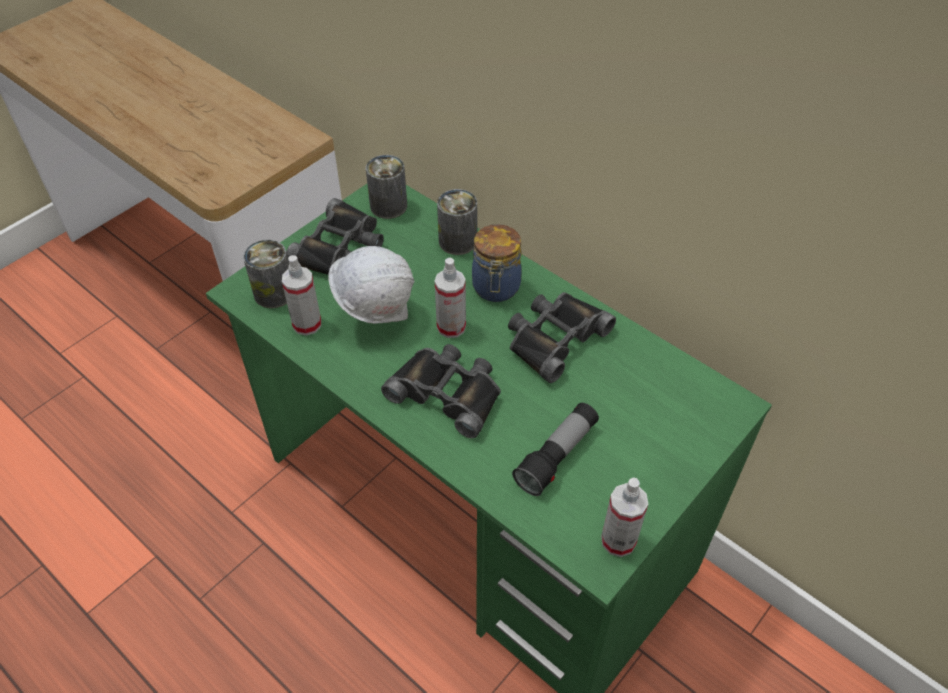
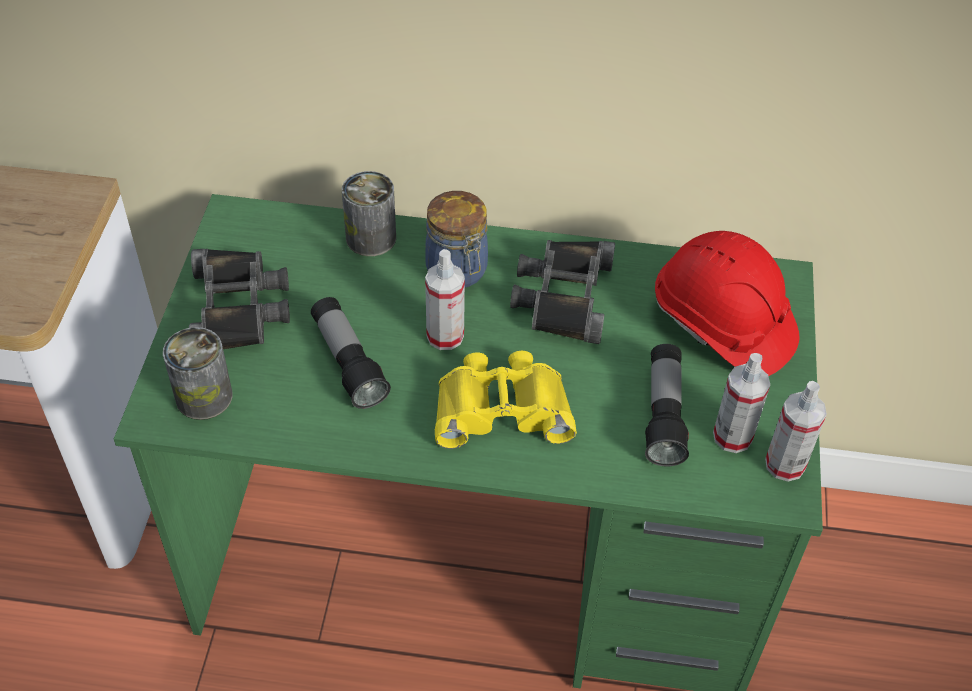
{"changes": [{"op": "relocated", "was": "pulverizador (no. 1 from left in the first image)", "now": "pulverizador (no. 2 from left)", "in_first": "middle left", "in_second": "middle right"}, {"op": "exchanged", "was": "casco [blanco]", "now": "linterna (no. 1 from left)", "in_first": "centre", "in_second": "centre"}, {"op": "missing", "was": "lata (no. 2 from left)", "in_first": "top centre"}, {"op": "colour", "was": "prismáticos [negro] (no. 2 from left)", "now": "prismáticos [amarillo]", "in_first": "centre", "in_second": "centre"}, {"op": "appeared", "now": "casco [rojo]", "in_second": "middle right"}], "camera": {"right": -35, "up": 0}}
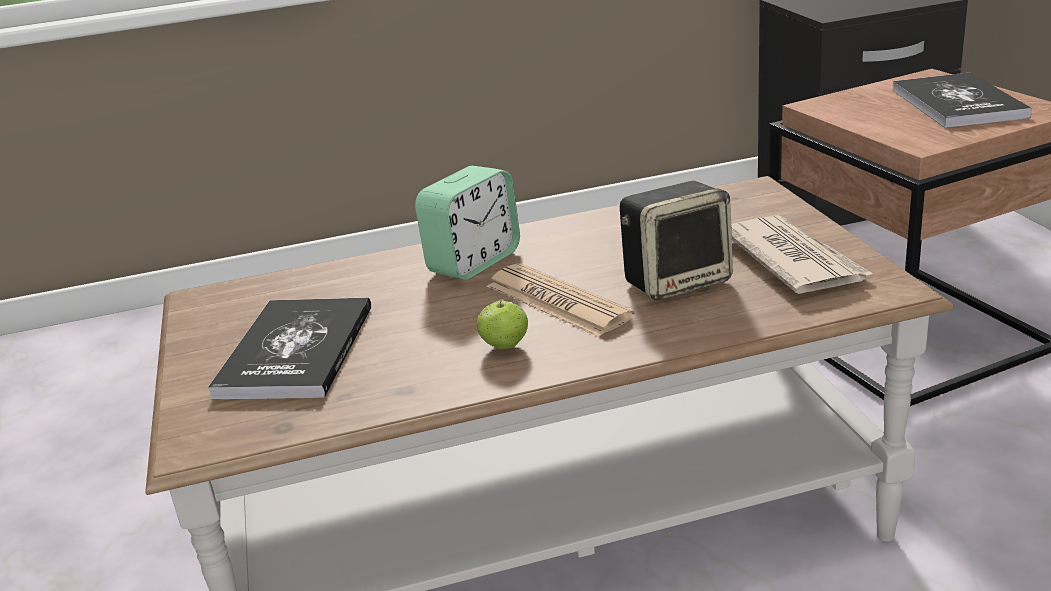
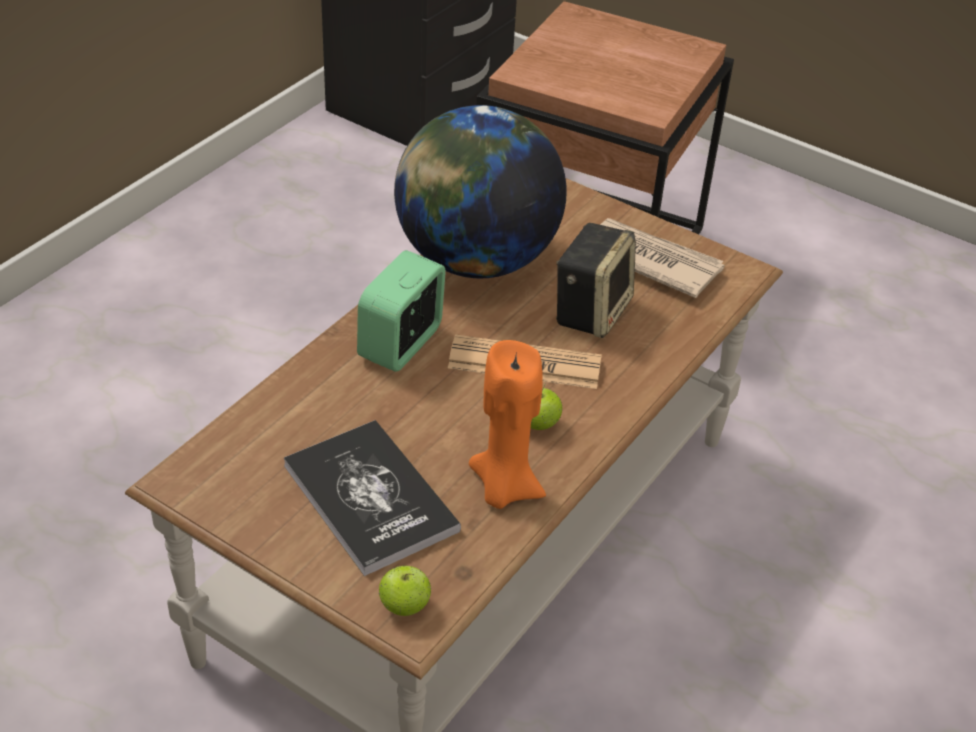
{"changes": [{"op": "spun", "was": "despertador", "in_first": "centre", "in_second": "centre", "clockwise": -150}, {"op": "missing", "was": "libro (no. 2 from left)", "in_first": "top right"}, {"op": "appeared", "now": "manzana (no. 1 from left)", "in_second": "bottom centre"}, {"op": "appeared", "now": "globo terráqueo", "in_second": "top centre"}, {"op": "appeared", "now": "vela [naranja]", "in_second": "centre"}], "camera": {"right": -45, "up": 15}}
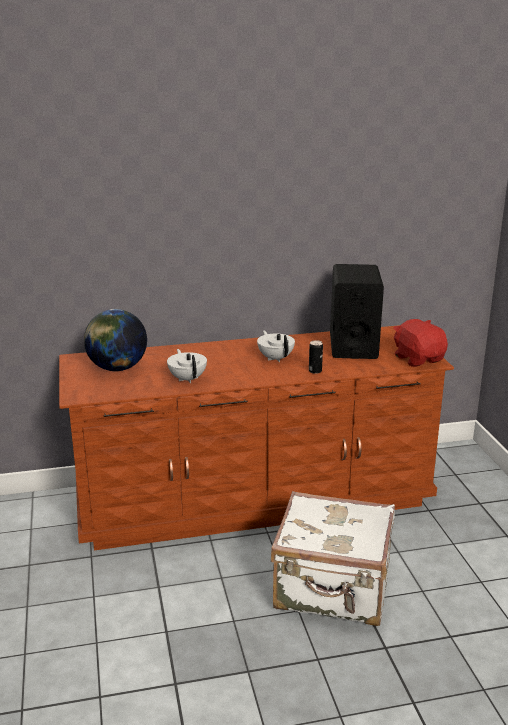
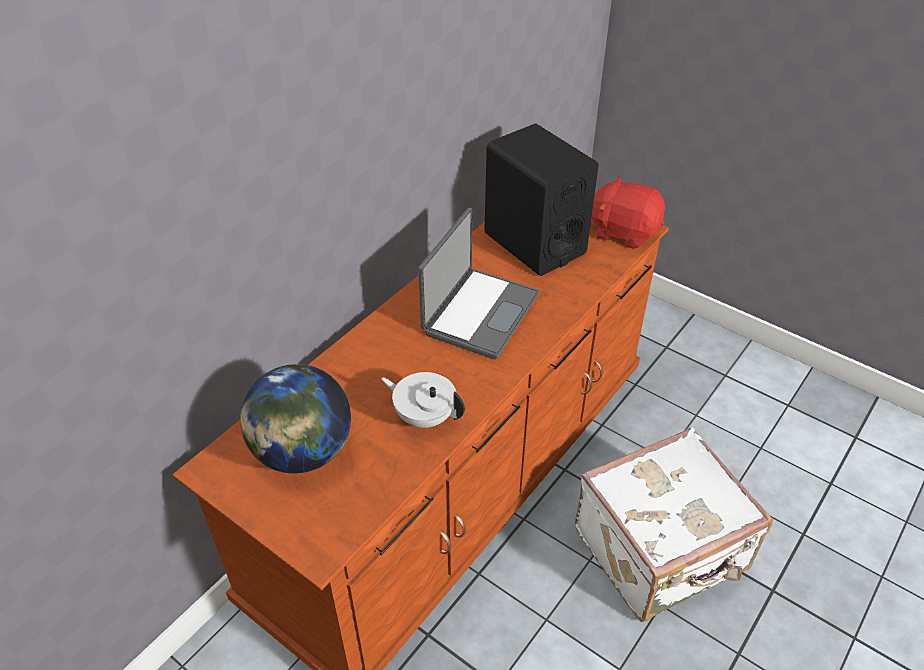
{"changes": [{"op": "exchanged", "was": "tetera [blanco] (no. 2 from left)", "now": "portátil", "in_first": "centre", "in_second": "centre"}, {"op": "missing", "was": "lata", "in_first": "centre"}], "camera": {"right": -40, "up": 20}}
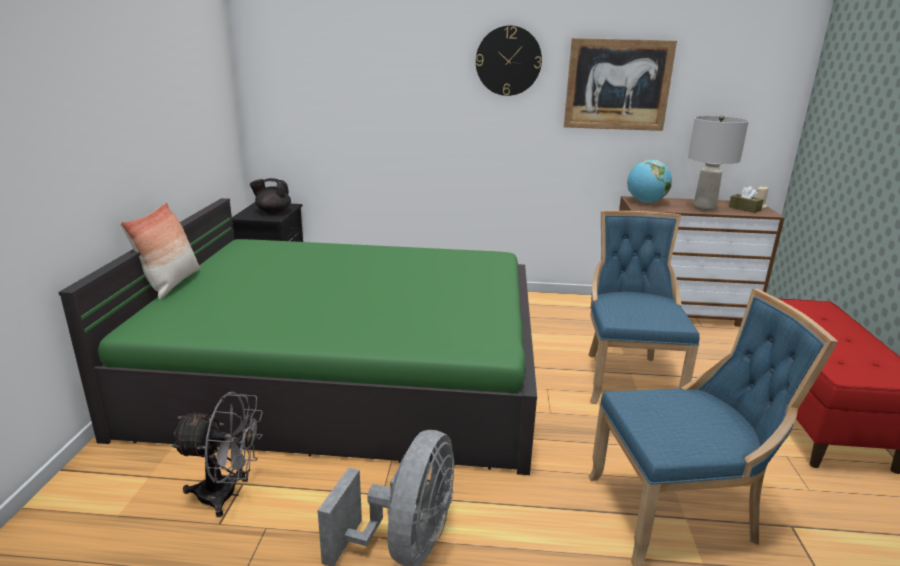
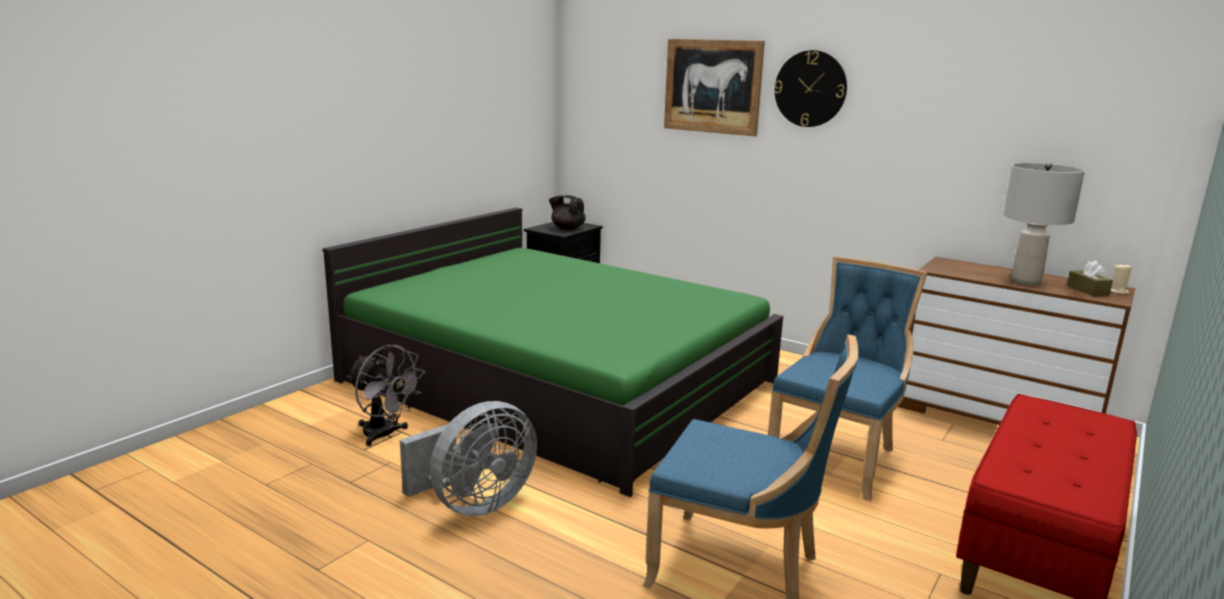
{"changes": [{"op": "missing", "was": "cojín", "in_first": "middle left"}, {"op": "relocated", "was": "cuadro", "in_first": "top right", "in_second": "top centre"}, {"op": "missing", "was": "globo terráqueo", "in_first": "top right"}], "camera": {"right": 30, "up": -5}}
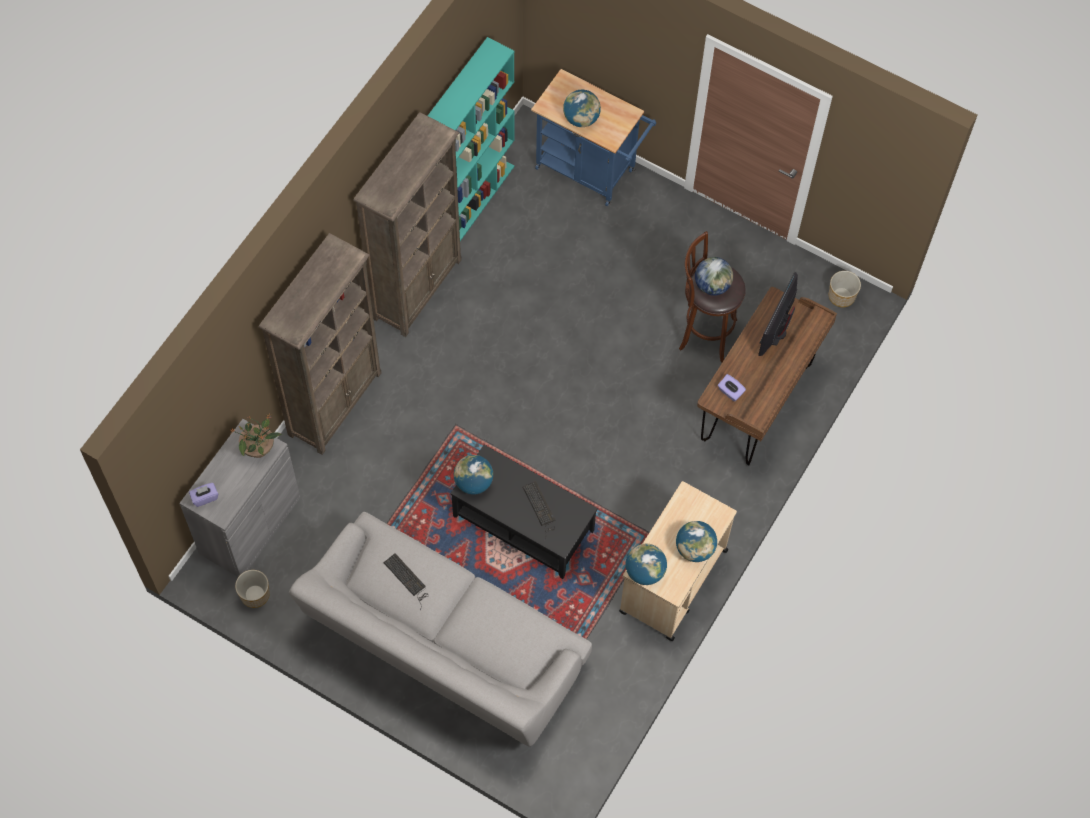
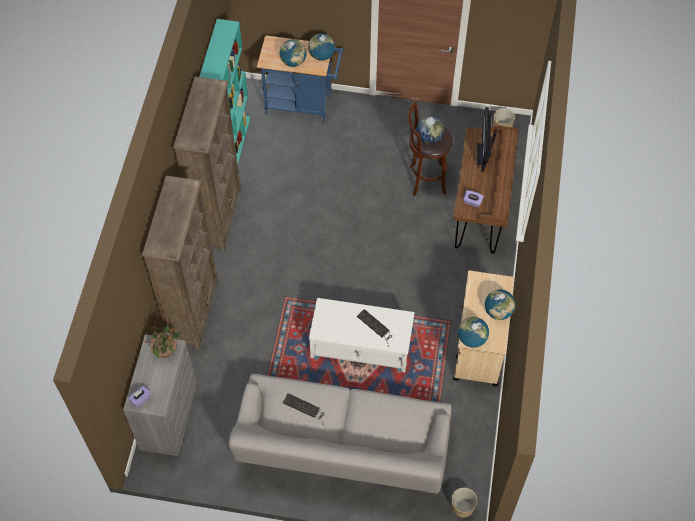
{"changes": [{"op": "relocated", "was": "maceta (no. 1 from left)", "in_first": "bottom left", "in_second": "bottom right"}, {"op": "colour", "was": "mesa de centro [negro]", "now": "mesa de centro [blanco]", "in_first": "centre", "in_second": "centre"}, {"op": "relocated", "was": "globo terráqueo (no. 1 from left in the first image)", "now": "globo terráqueo (no. 2 from left)", "in_first": "centre", "in_second": "top centre"}], "camera": {"right": -20, "up": -5}}
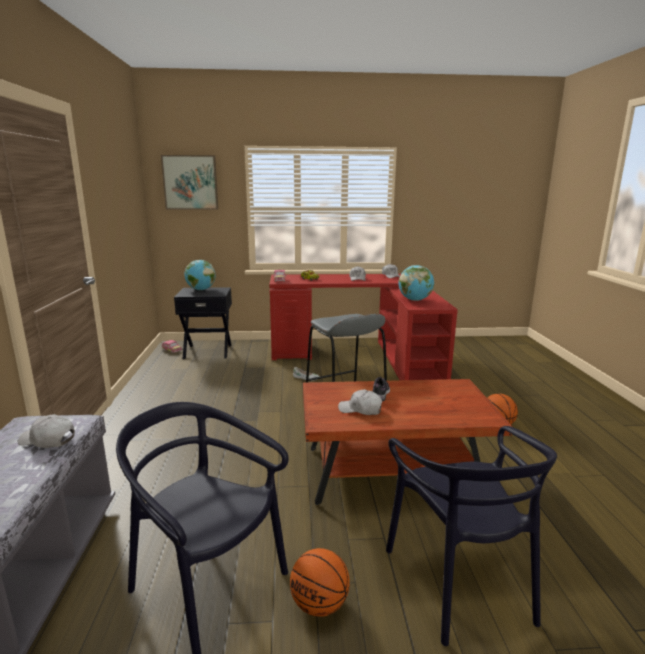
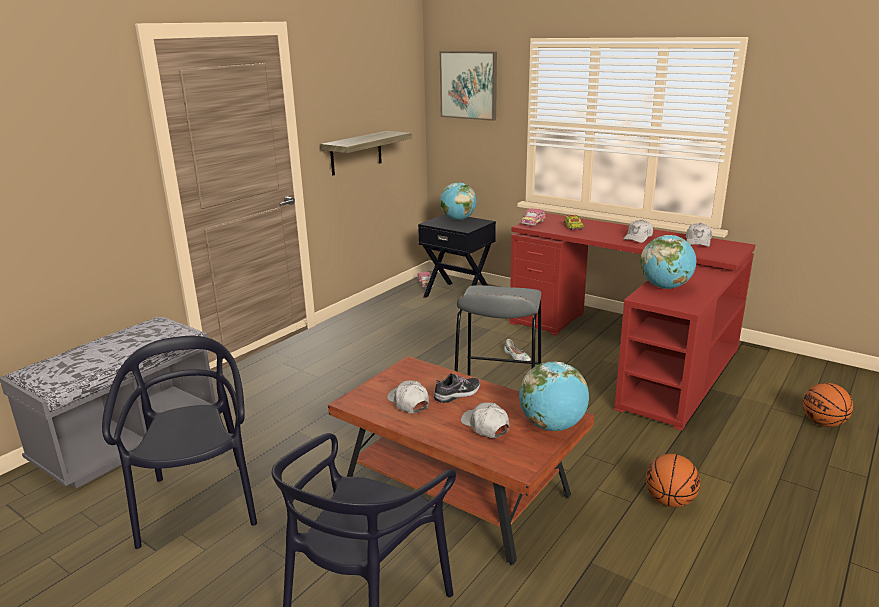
{"changes": [{"op": "relocated", "was": "gorra [blanco] (no. 1 from left in the first image)", "now": "gorra [blanco] (no. 2 from left)", "in_first": "middle left", "in_second": "bottom centre"}, {"op": "relocated", "was": "balón de baloncesto (no. 1 from left in the first image)", "now": "balón de baloncesto (no. 2 from left)", "in_first": "bottom centre", "in_second": "bottom right"}, {"op": "appeared", "now": "estante", "in_second": "top centre"}, {"op": "appeared", "now": "globo terráqueo (no. 2 from left)", "in_second": "centre"}], "camera": {"right": 40, "up": 5}}
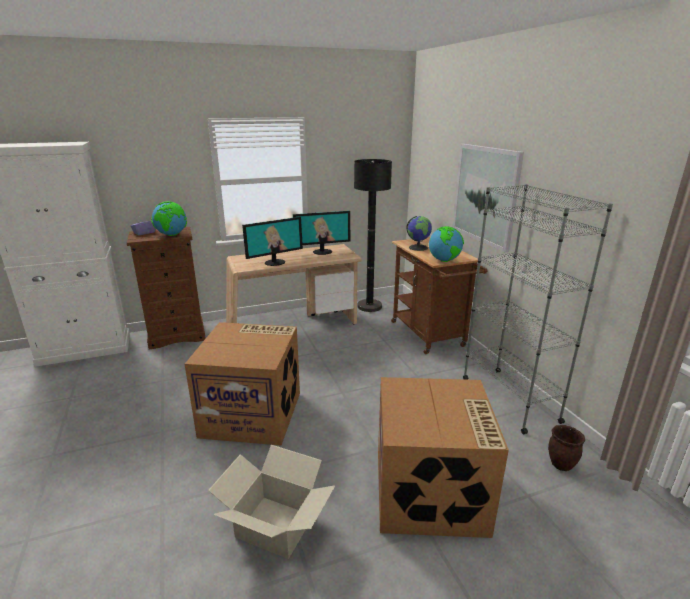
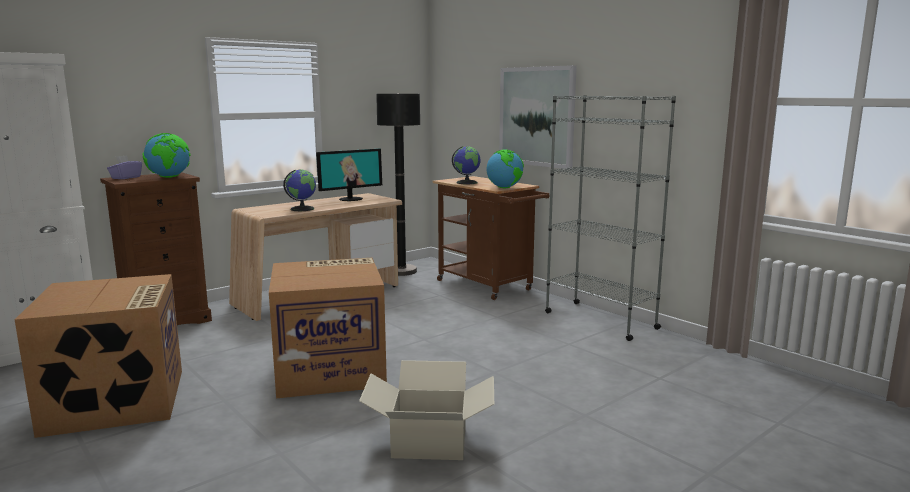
{"changes": [{"op": "exchanged", "was": "monitor (no. 1 from left)", "now": "globo terráqueo (no. 2 from left)", "in_first": "centre", "in_second": "middle left"}, {"op": "relocated", "was": "caja de cartón (no. 3 from left in the first image)", "now": "caja de cartón (no. 1 from left)", "in_first": "bottom centre", "in_second": "bottom left"}, {"op": "missing", "was": "maceta [marrón]", "in_first": "bottom right"}], "camera": {"right": -20, "up": -10}}
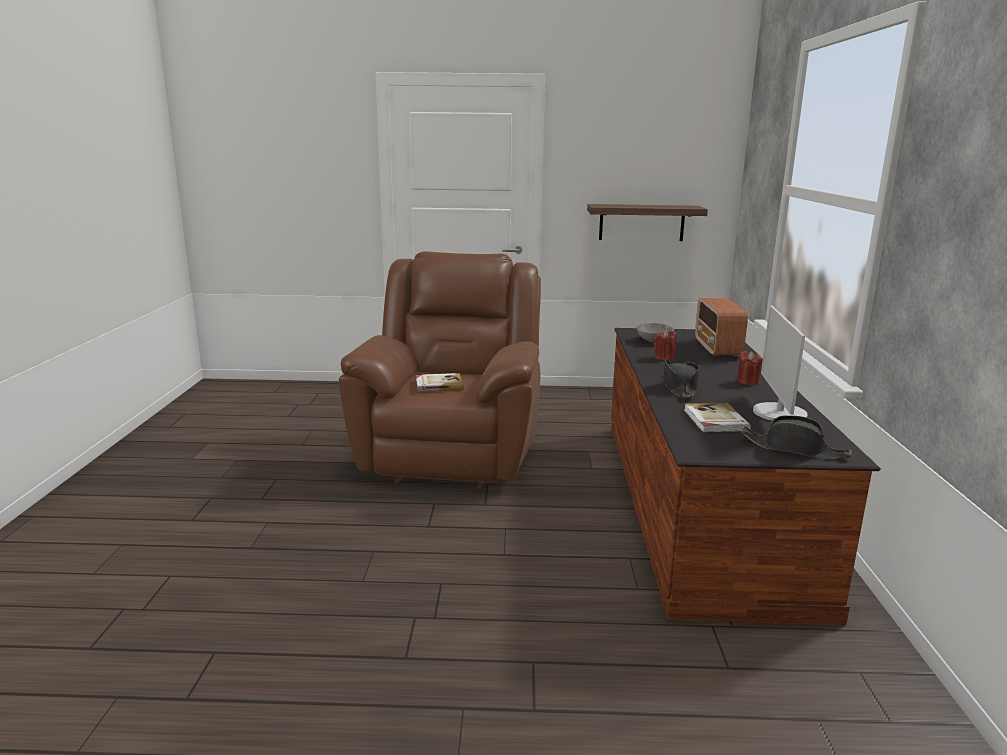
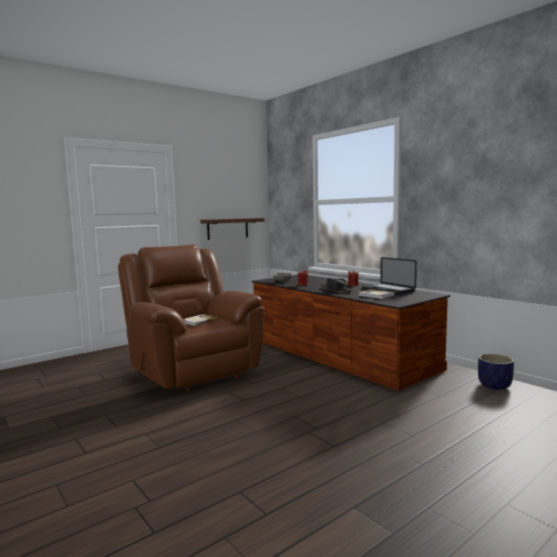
{"changes": [{"op": "missing", "was": "radio", "in_first": "middle right"}, {"op": "missing", "was": "sombrero [negro] (no. 2 from left)", "in_first": "middle right"}, {"op": "exchanged", "was": "monitor", "now": "portátil", "in_first": "middle right", "in_second": "middle right"}, {"op": "appeared", "now": "maceta", "in_second": "bottom right"}], "camera": {"right": -40, "up": -10}}
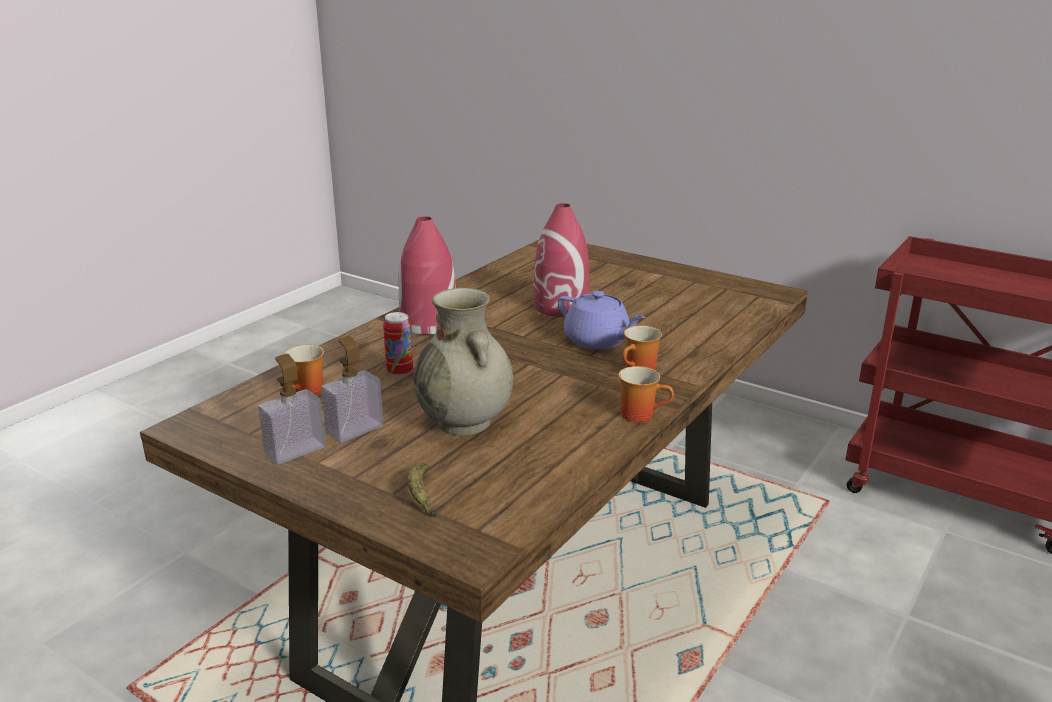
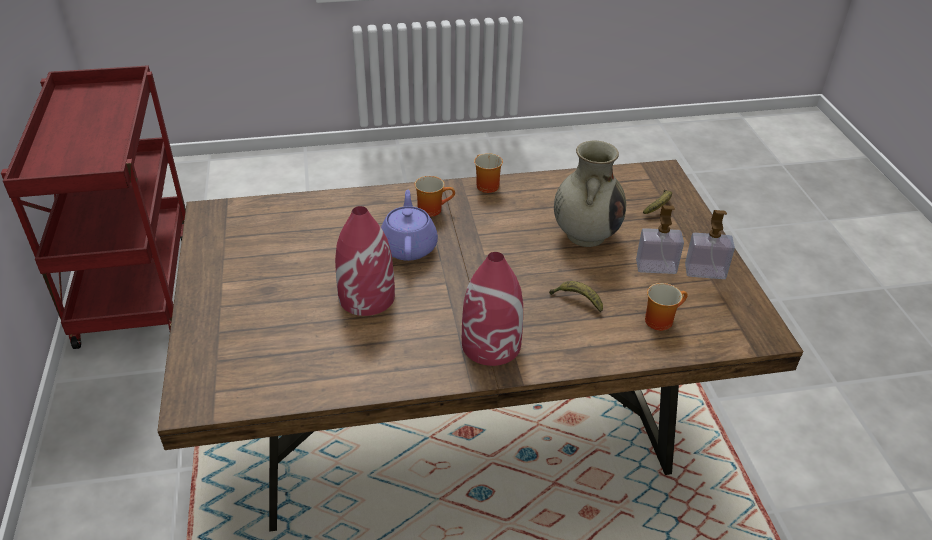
{"changes": [{"op": "exchanged", "was": "lata", "now": "plátano (no. 1 from left)", "in_first": "centre", "in_second": "centre"}], "camera": {"right": -135, "up": 15}}
